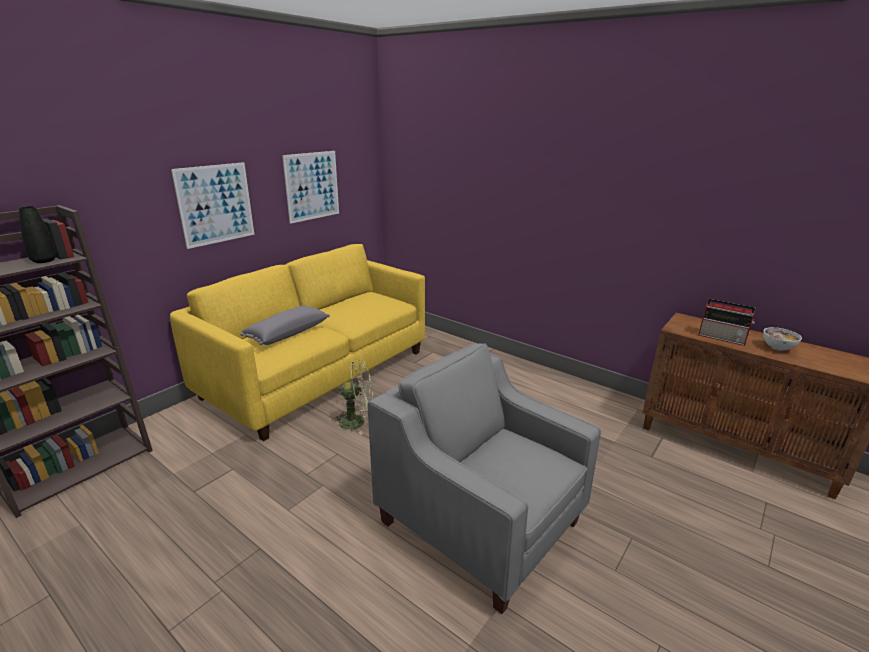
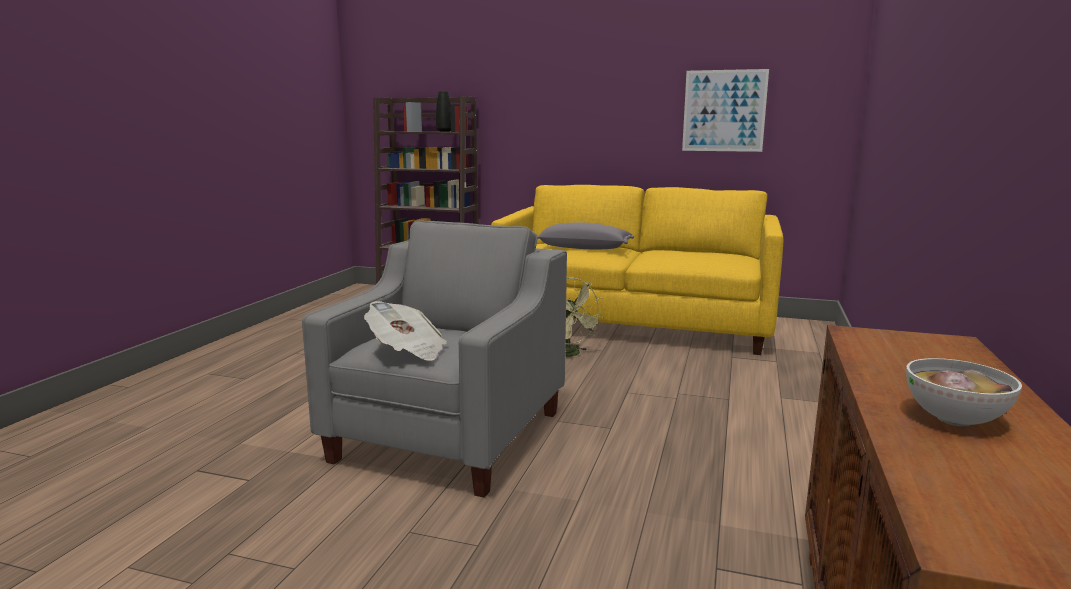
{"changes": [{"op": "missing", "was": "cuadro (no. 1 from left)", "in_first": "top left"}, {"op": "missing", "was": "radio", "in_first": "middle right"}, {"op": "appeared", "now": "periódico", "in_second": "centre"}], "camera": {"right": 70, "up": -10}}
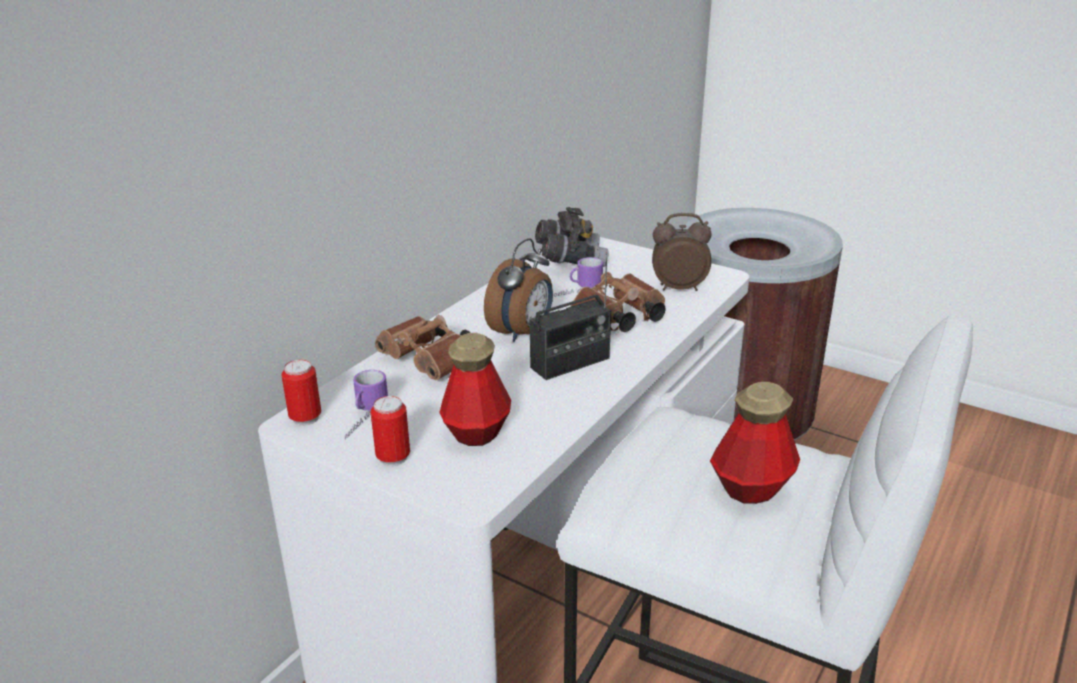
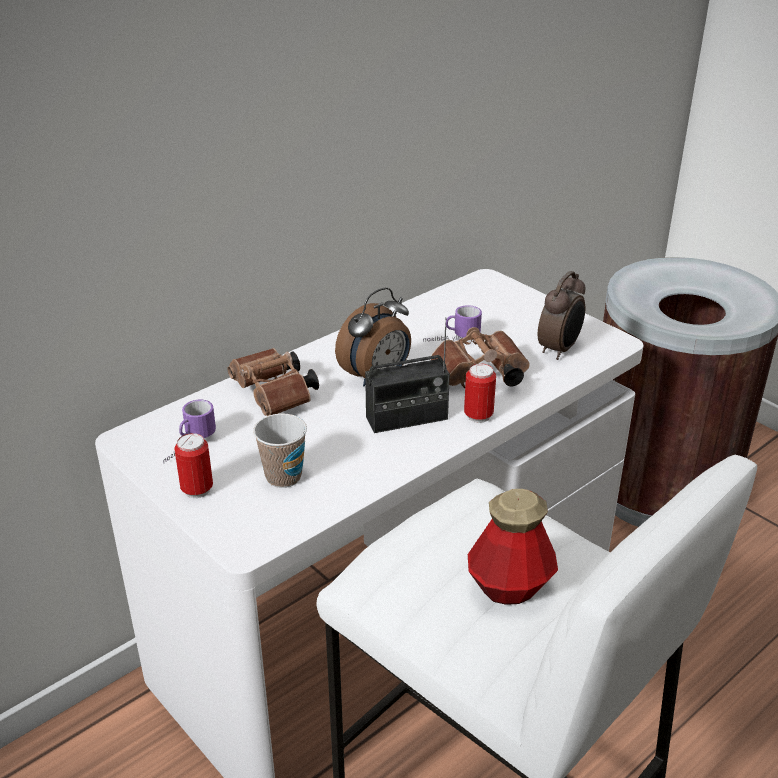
{"changes": [{"op": "relocated", "was": "lata (no. 1 from left in the first image)", "now": "lata (no. 2 from left)", "in_first": "middle left", "in_second": "centre"}, {"op": "exchanged", "was": "botella (no. 1 from left)", "now": "taza", "in_first": "centre", "in_second": "centre"}, {"op": "missing", "was": "prismáticos [gris]", "in_first": "centre"}, {"op": "spun", "was": "despertador (no. 2 from left)", "in_first": "centre", "in_second": "middle right", "clockwise": 105}], "camera": {"right": 15, "up": 5}}
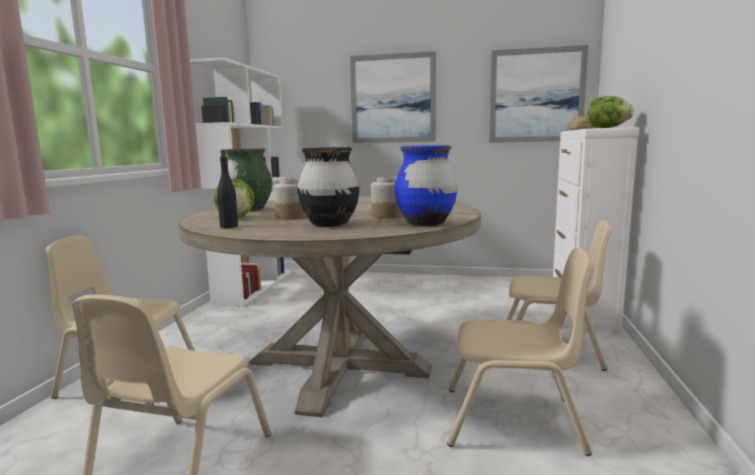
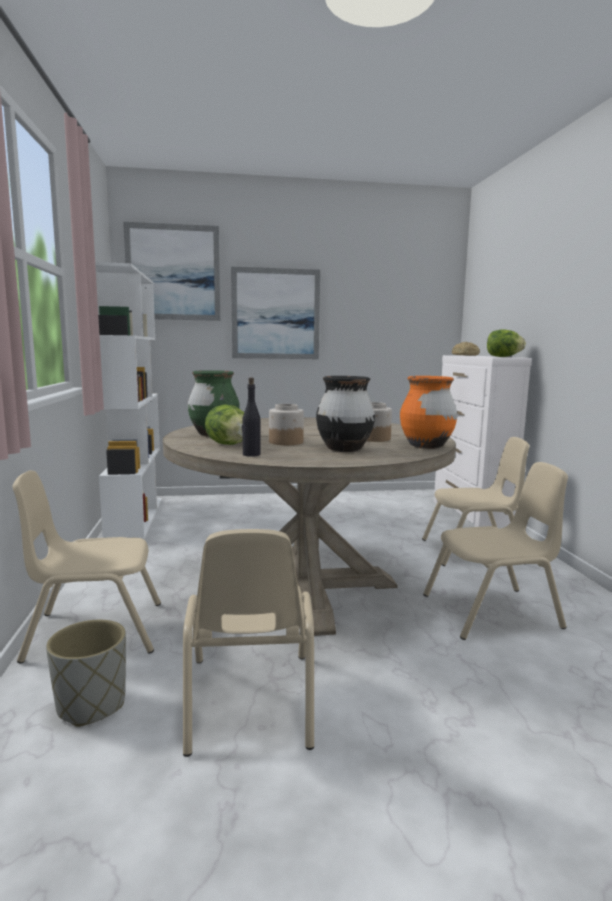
{"changes": [{"op": "colour", "was": "florero [azul]", "now": "florero [naranja]", "in_first": "centre", "in_second": "middle right"}, {"op": "relocated", "was": "cuadro (no. 2 from left in the first image)", "now": "cuadro (no. 1 from left)", "in_first": "top right", "in_second": "top left"}, {"op": "appeared", "now": "maceta [gris]", "in_second": "bottom left"}], "camera": {"right": -20, "up": 0}}
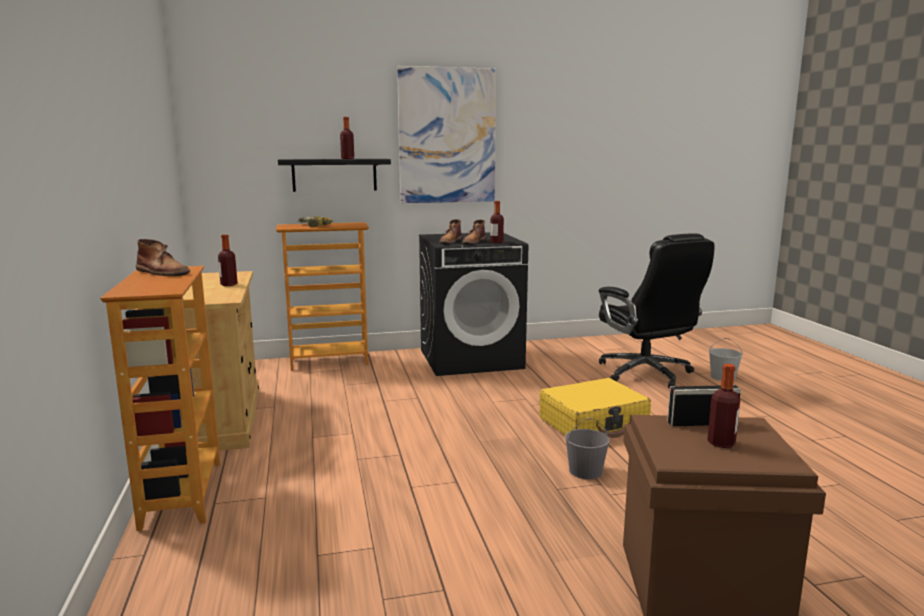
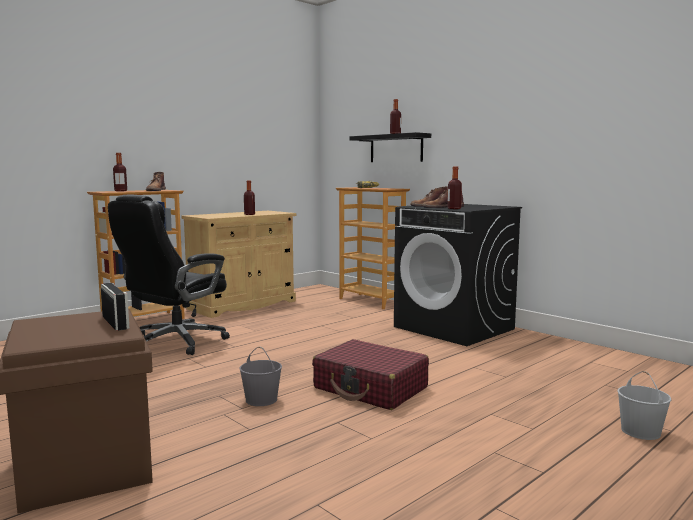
{"changes": [{"op": "missing", "was": "cuadro", "in_first": "top centre"}, {"op": "colour", "was": "maleta [amarillo]", "now": "maleta [rojo]", "in_first": "centre", "in_second": "bottom centre"}, {"op": "relocated", "was": "silla de oficina [negro]", "in_first": "middle right", "in_second": "middle left"}, {"op": "relocated", "was": "botella (no. 4 from left in the first image)", "now": "botella (no. 1 from left)", "in_first": "middle right", "in_second": "top left"}], "camera": {"right": 60, "up": -5}}
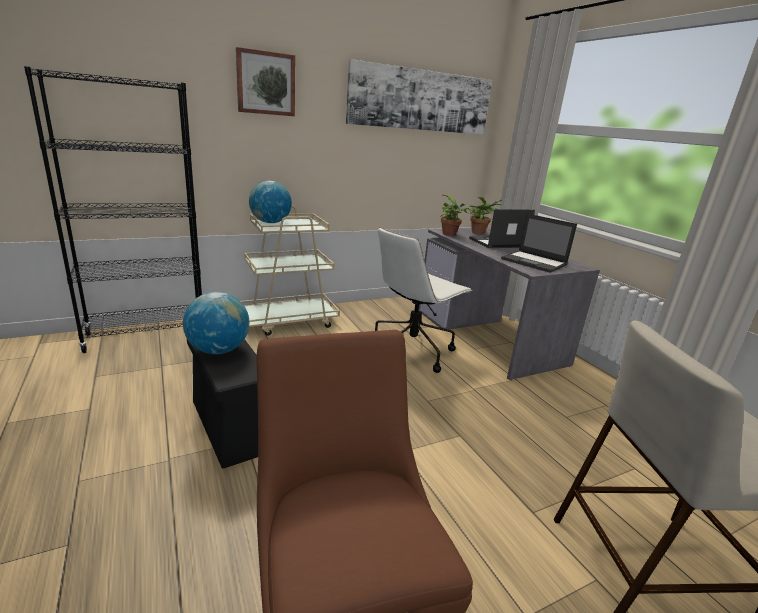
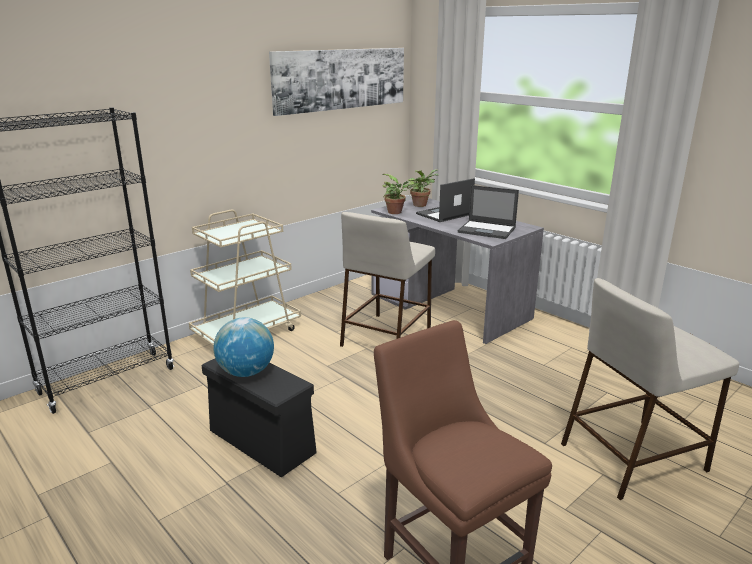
{"changes": [{"op": "missing", "was": "cuadro (no. 1 from left)", "in_first": "top centre"}, {"op": "missing", "was": "globo terráqueo (no. 2 from left)", "in_first": "top centre"}, {"op": "exchanged", "was": "silla de oficina [blanco]", "now": "taburete [beis] (no. 1 from left)", "in_first": "centre", "in_second": "centre"}], "camera": {"right": -15, "up": 0}}
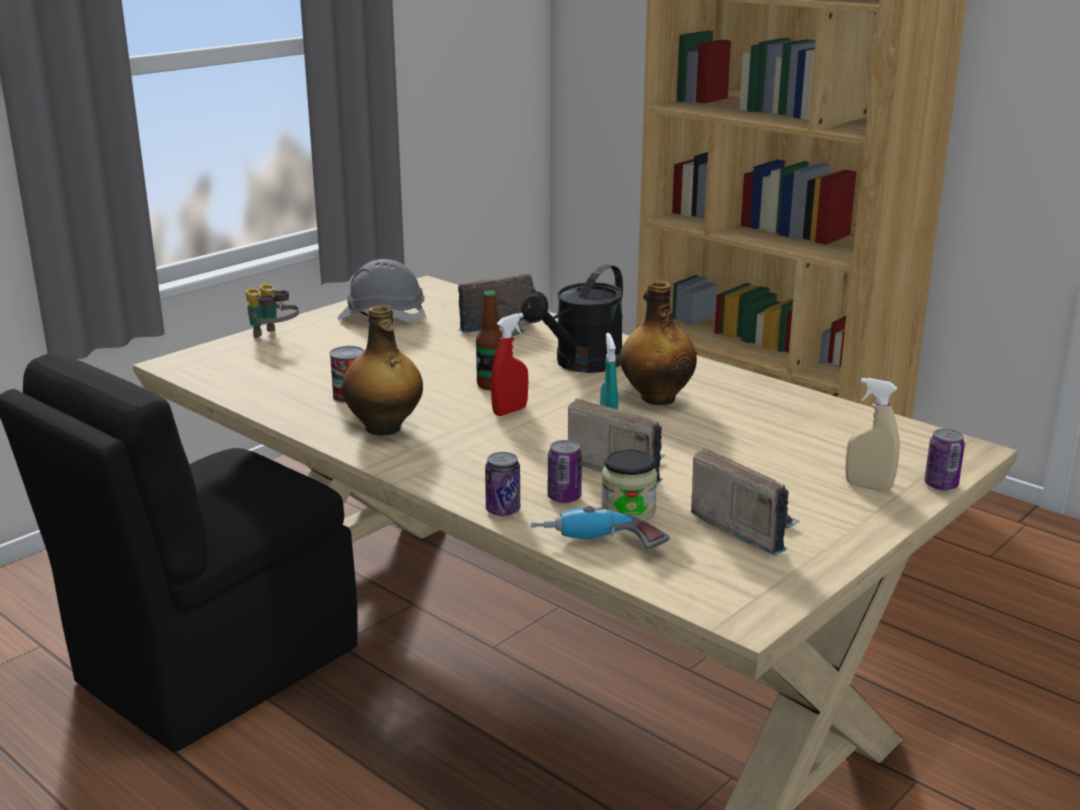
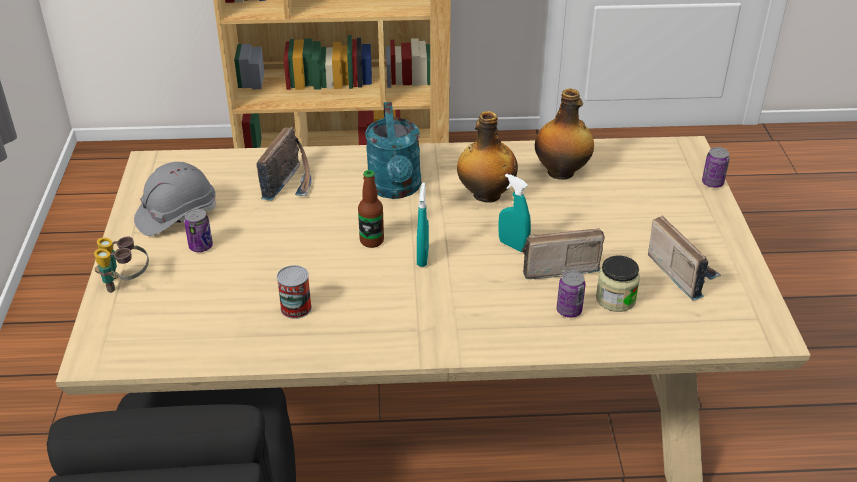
{"changes": [{"op": "relocated", "was": "botella (no. 1 from left in the first image)", "now": "botella (no. 3 from left)", "in_first": "centre", "in_second": "top centre"}, {"op": "relocated", "was": "lata (no. 2 from left in the first image)", "now": "lata (no. 1 from left)", "in_first": "centre", "in_second": "middle left"}, {"op": "colour", "was": "pulverizador [rojo]", "now": "pulverizador [turquesa] (no. 1 from left)", "in_first": "centre", "in_second": "centre"}, {"op": "colour", "was": "regadera [negro]", "now": "regadera [turquesa]", "in_first": "centre", "in_second": "top centre"}, {"op": "missing", "was": "taladro", "in_first": "centre"}, {"op": "spun", "was": "radio (no. 3 from left)", "in_first": "middle right", "in_second": "middle right", "clockwise": 60}, {"op": "missing", "was": "pulverizador [beis]", "in_first": "middle right"}], "camera": {"right": -45, "up": 15}}
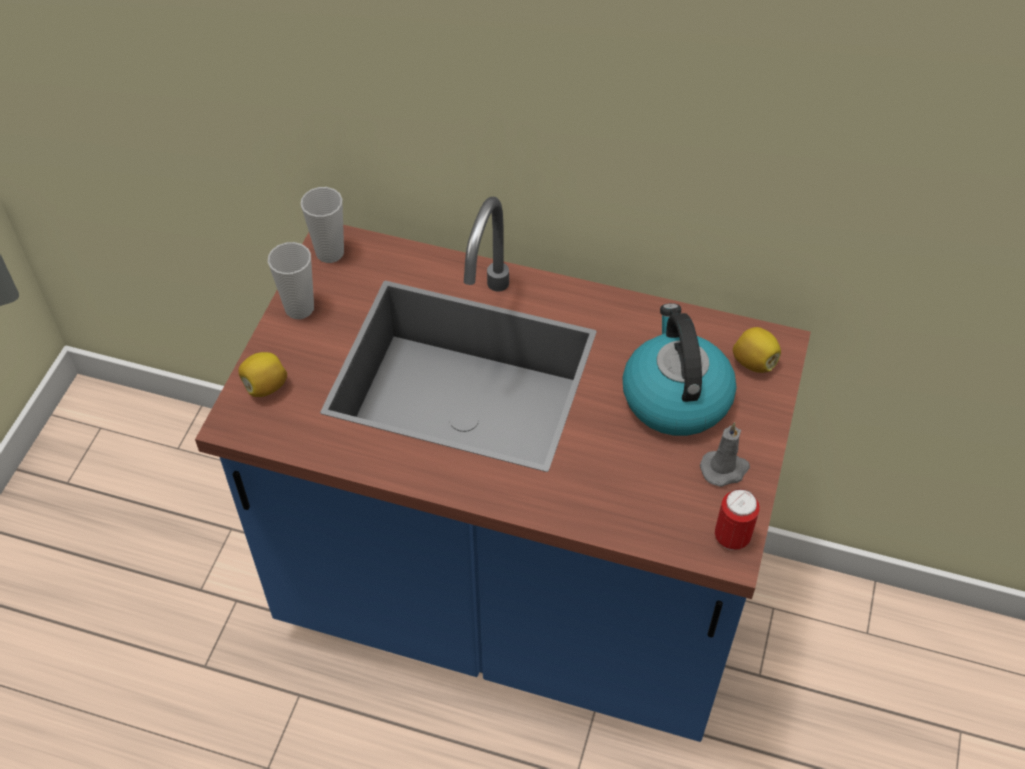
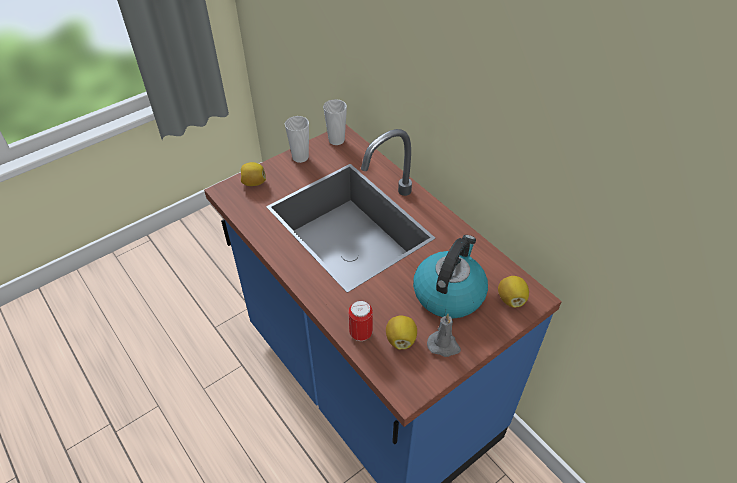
{"changes": [{"op": "relocated", "was": "lata", "in_first": "bottom right", "in_second": "centre"}, {"op": "appeared", "now": "limón (no. 2 from left)", "in_second": "bottom centre"}], "camera": {"right": 35, "up": -5}}
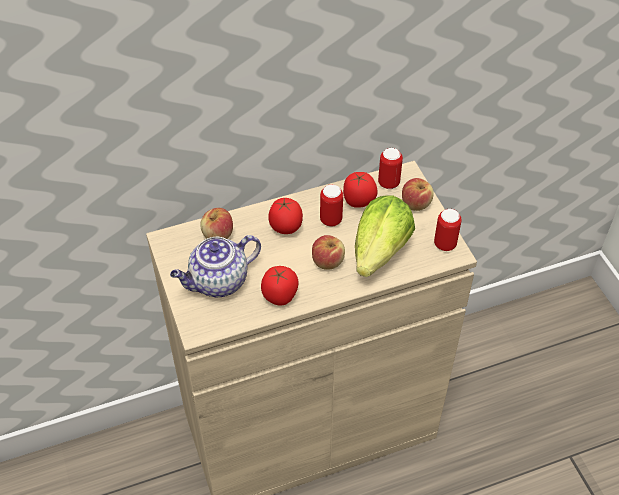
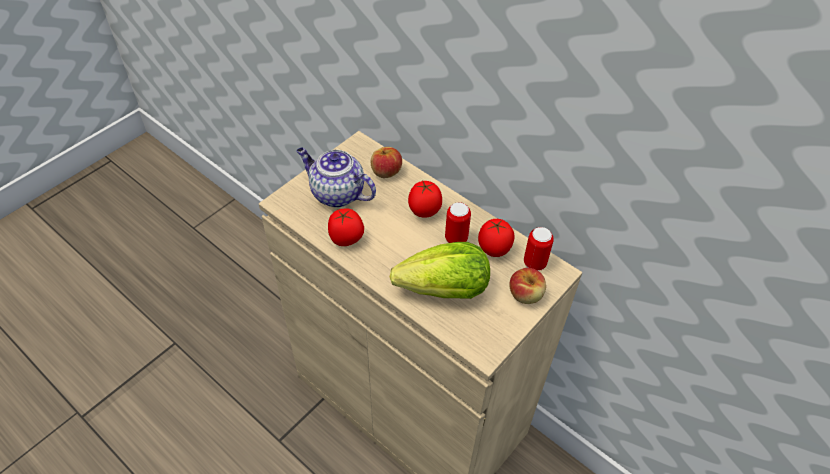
{"changes": [{"op": "missing", "was": "manzana (no. 2 from left)", "in_first": "centre"}, {"op": "missing", "was": "lata (no. 3 from left)", "in_first": "middle right"}], "camera": {"right": 60, "up": 0}}
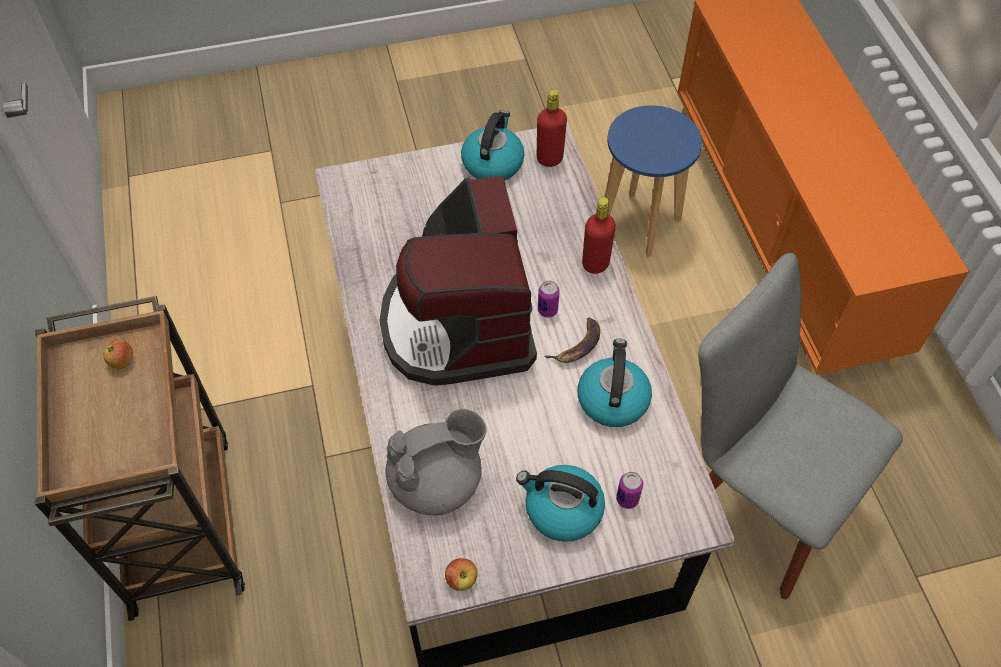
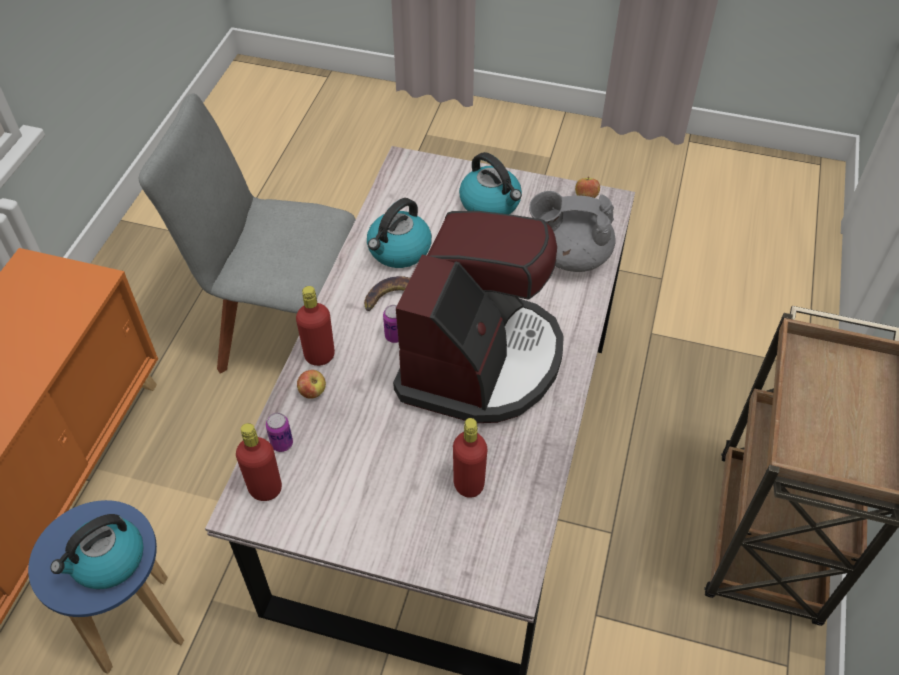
{"changes": [{"op": "relocated", "was": "manzana (no. 1 from left)", "in_first": "middle left", "in_second": "centre"}, {"op": "relocated", "was": "hervidor (no. 1 from left)", "in_first": "top centre", "in_second": "bottom left"}, {"op": "relocated", "was": "lata (no. 2 from left in the first image)", "now": "lata (no. 1 from left)", "in_first": "bottom centre", "in_second": "middle left"}, {"op": "spun", "was": "silla [gris]", "in_first": "middle right", "in_second": "middle left", "clockwise": 120}, {"op": "appeared", "now": "botella [rojo] (no. 3 from left)", "in_second": "bottom centre"}], "camera": {"right": -150, "up": -5}}
